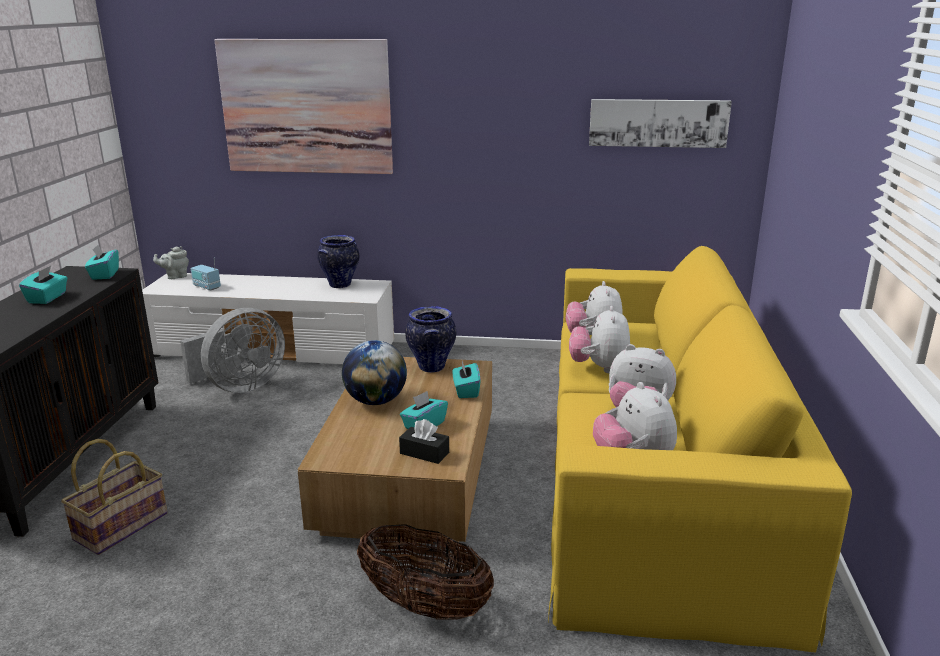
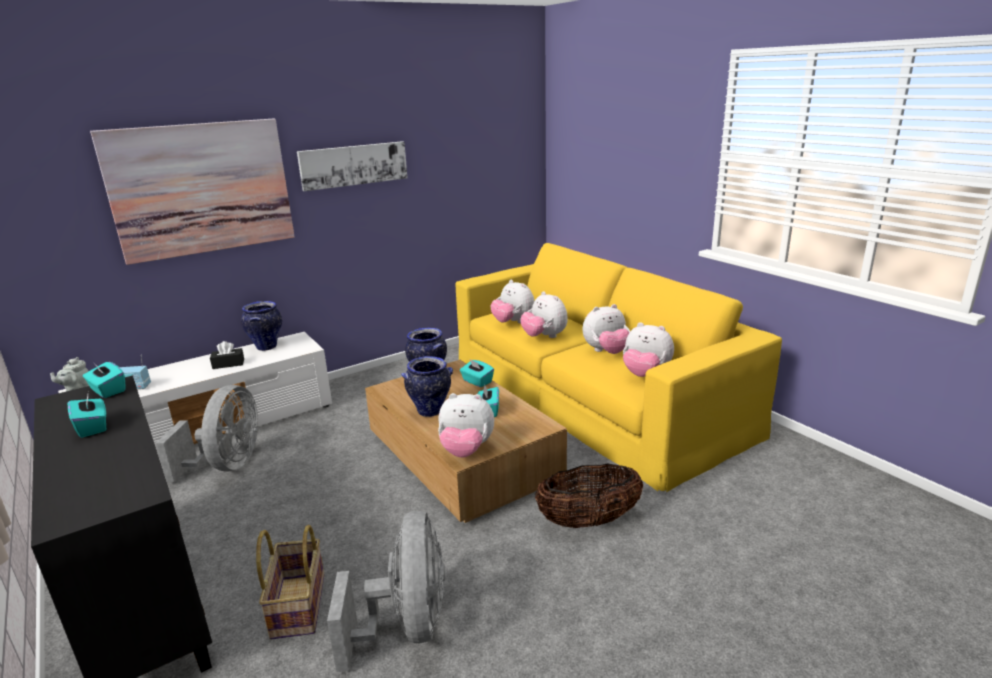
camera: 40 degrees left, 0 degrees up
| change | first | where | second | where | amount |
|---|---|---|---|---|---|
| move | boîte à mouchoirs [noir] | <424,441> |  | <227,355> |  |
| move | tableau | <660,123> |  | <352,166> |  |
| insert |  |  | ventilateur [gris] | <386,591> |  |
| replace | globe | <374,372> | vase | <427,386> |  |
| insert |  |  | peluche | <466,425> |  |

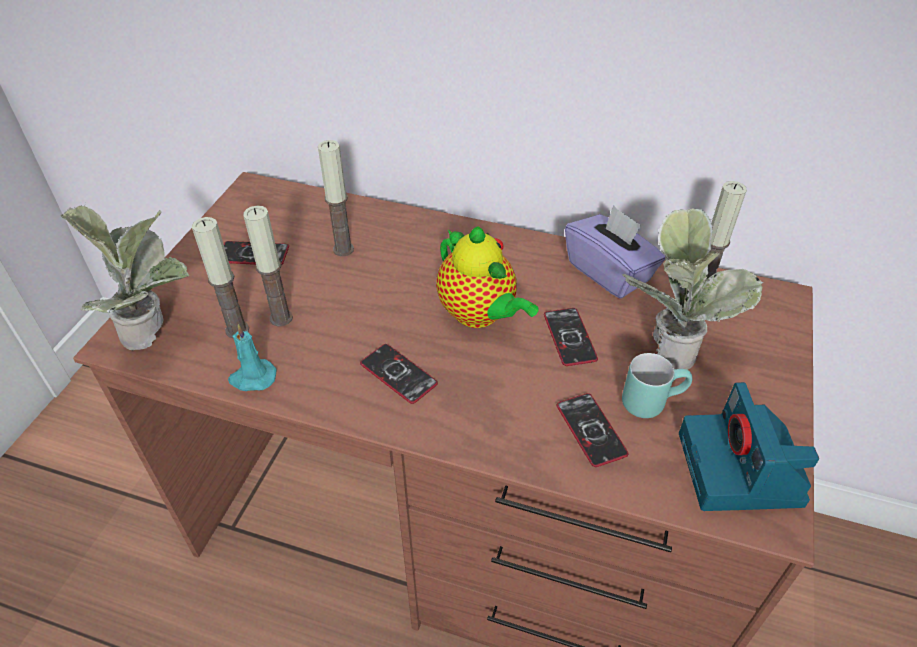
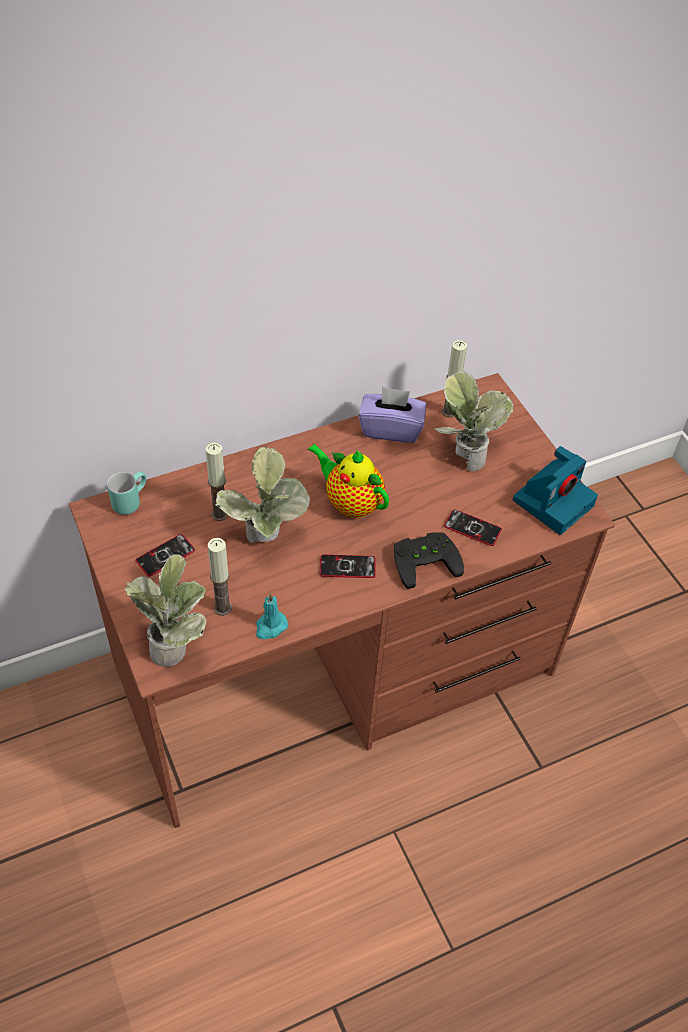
camera: 45 degrees left, 5 degrees up
| change | first | where | second | where | amount |
|---|---|---|---|---|---|
| move | mug [turquoise] | <657,385> |  | <126,493> |  |
| insert |  |  | plante en pot | <263,495> |  |
| rotate | théière | <487,277> |  | <348,481> | 150 degrees counterclockwise |
| insert |  |  | manette [noir] | <429,560> |  |
| rotate | appareil photo | <749,446> |  | <555,490> | 90 degrees counterclockwise |
| delete | bougie | <268,266> |  |  |  |
| delete | téléphone | <571,337> |  |  |  |

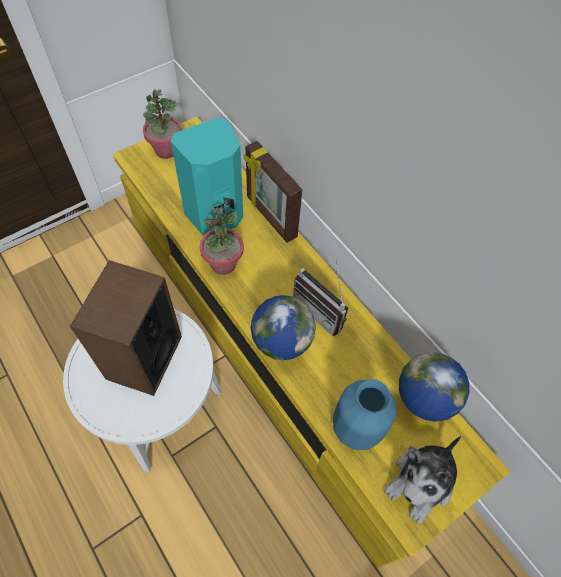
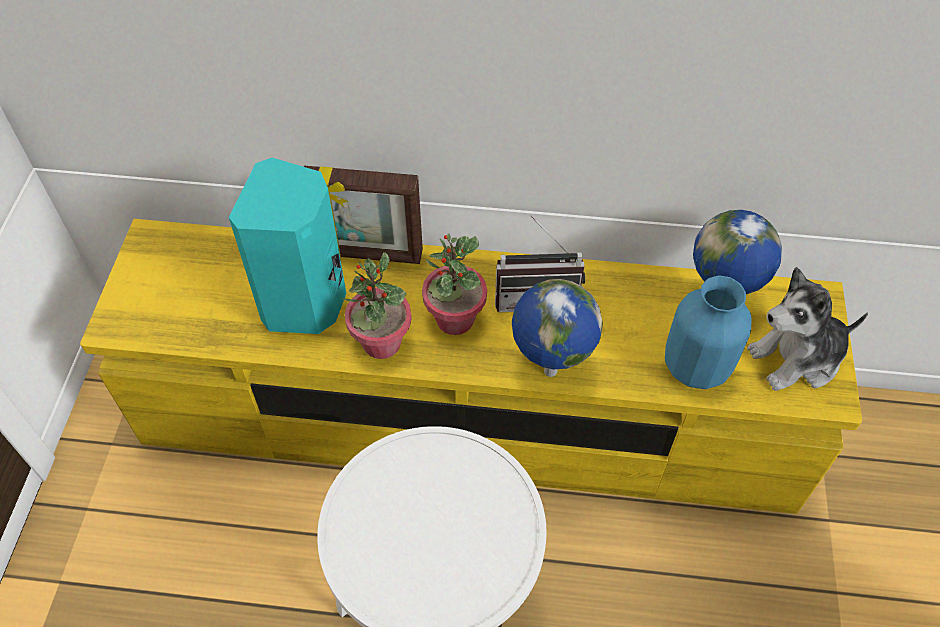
camera: 45 degrees left, 5 degrees down
| change | first | where | second | where | amount |
|---|---|---|---|---|---|
| move | plante en pot | <162,124> |  | <454,284> |  |
| rotate | peluche | <422,480> |  | <807,329> | 75 degrees clockwise |
| delete | enceinte | <126,328> |  |  |  |

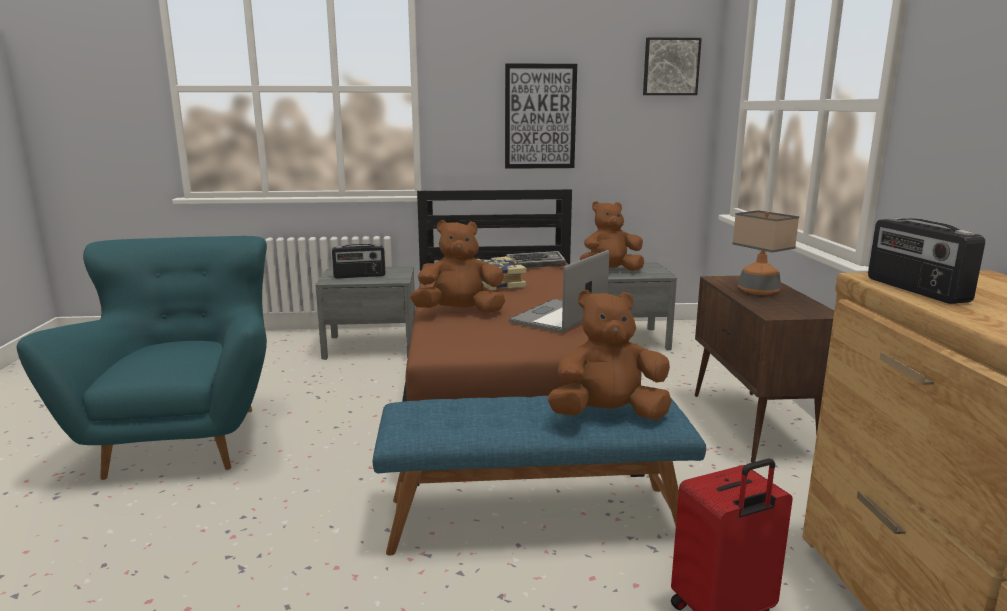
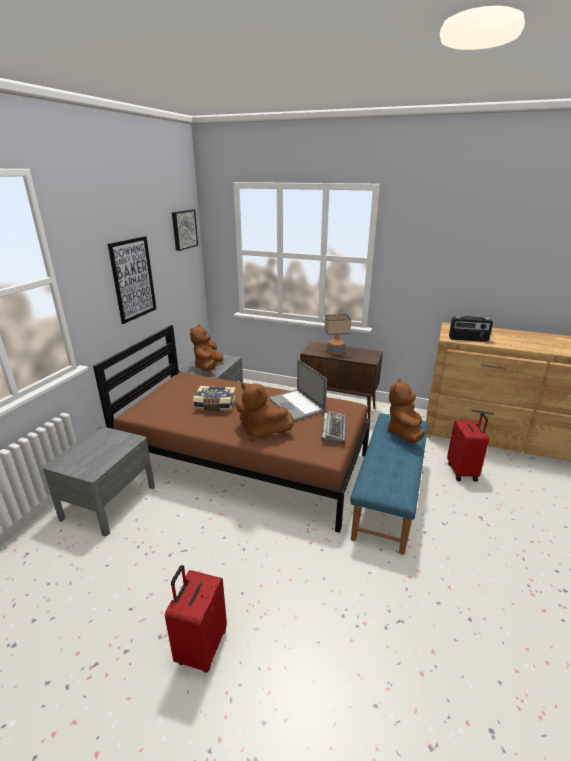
camera: 65 degrees left, 10 degrees up
| change | first | where | second | where | amount |
|---|---|---|---|---|---|
| replace | fauteuil [turquoise] | <142,358> | valise [rouge] | <196,618> |  |
| rotate | peluche [marron] | <457,266> |  | <265,412> | 75 degrees counterclockwise |
| move | clavier | <535,259> |  | <333,428> |  |
| delete | radio | <358,261> |  |  |  |

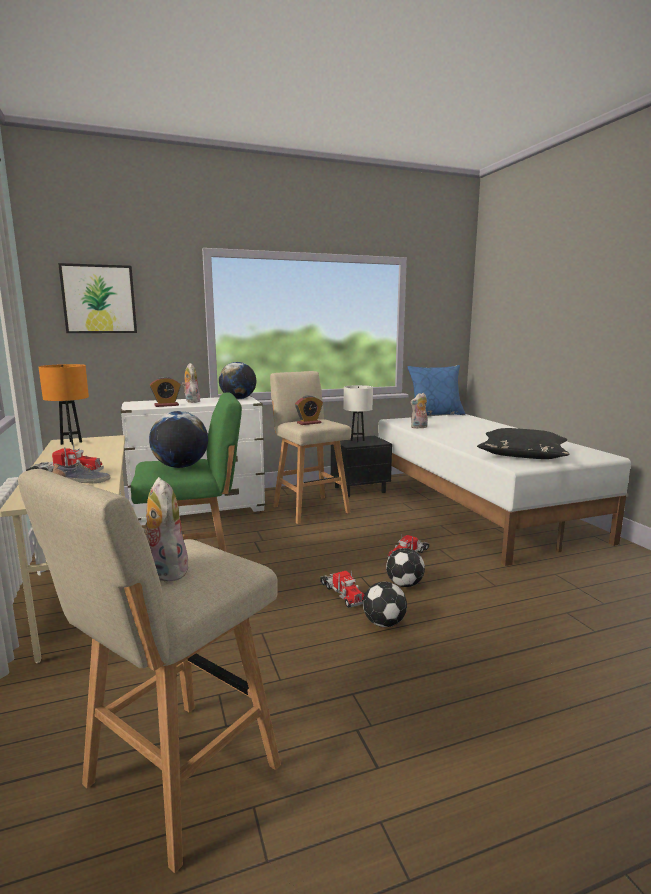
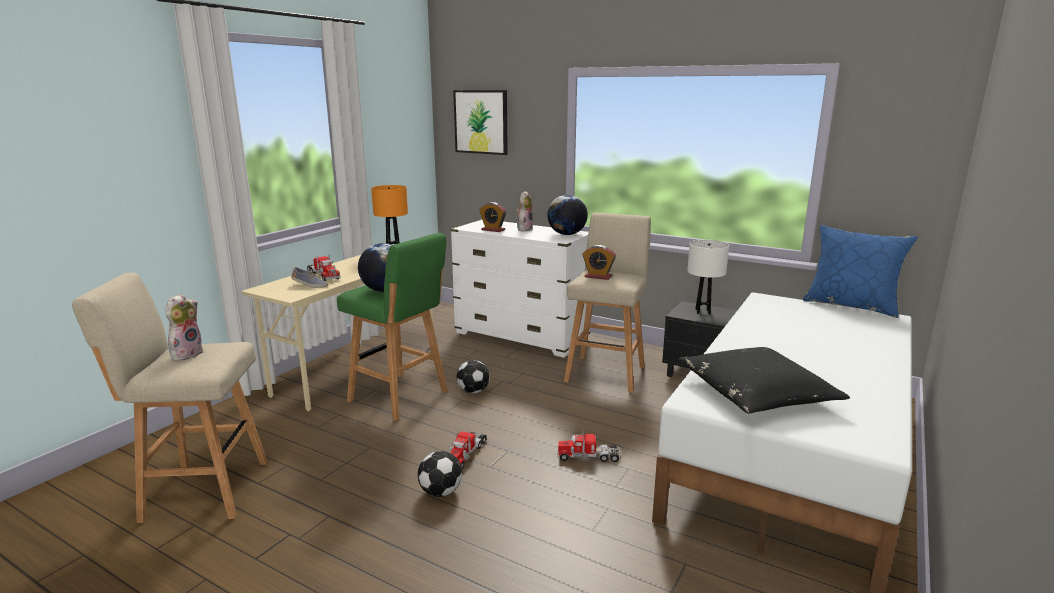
camera: 50 degrees right, 5 degrees up
| change | first | where | second | where | amount |
|---|---|---|---|---|---|
| move | ballon de foot | <405,567> |  | <473,376> |  |
| delete | peluche | <419,411> |  |  |  |

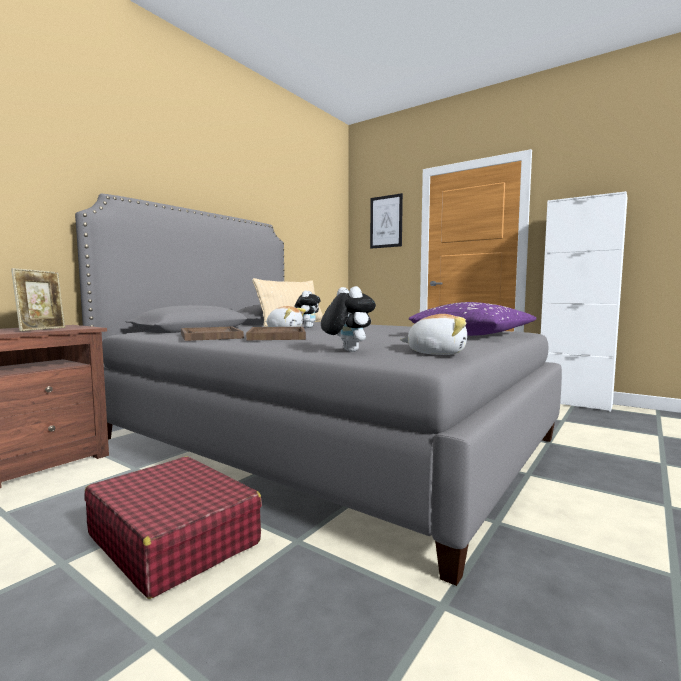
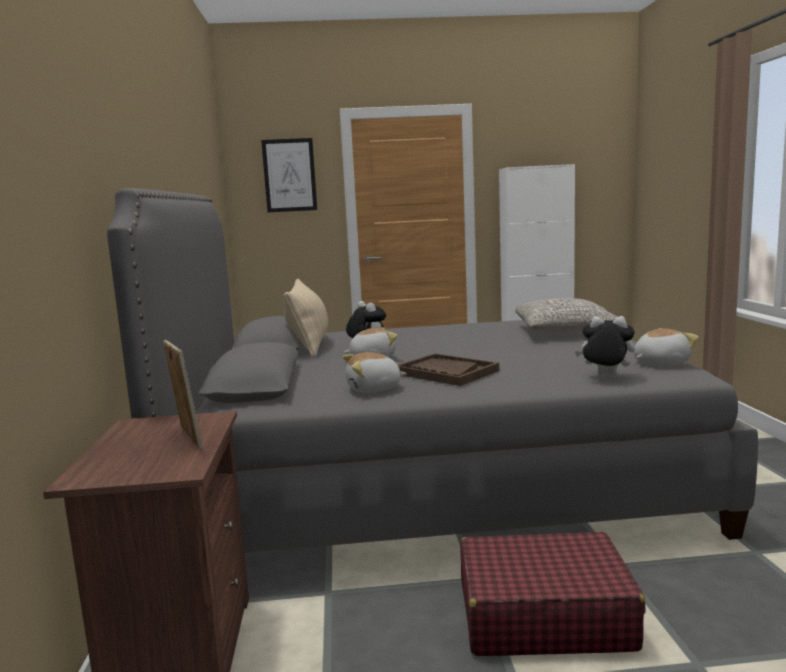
camera: 40 degrees left, 5 degrees up
| change | first | where | second | where | amount |
|---|---|---|---|---|---|
| replace | plateau [marron] | <212,334> | peluche | <375,372> |  |
| recolor | coussin [violet] | <473,319> | coussin [gris] | <566,316> |  |

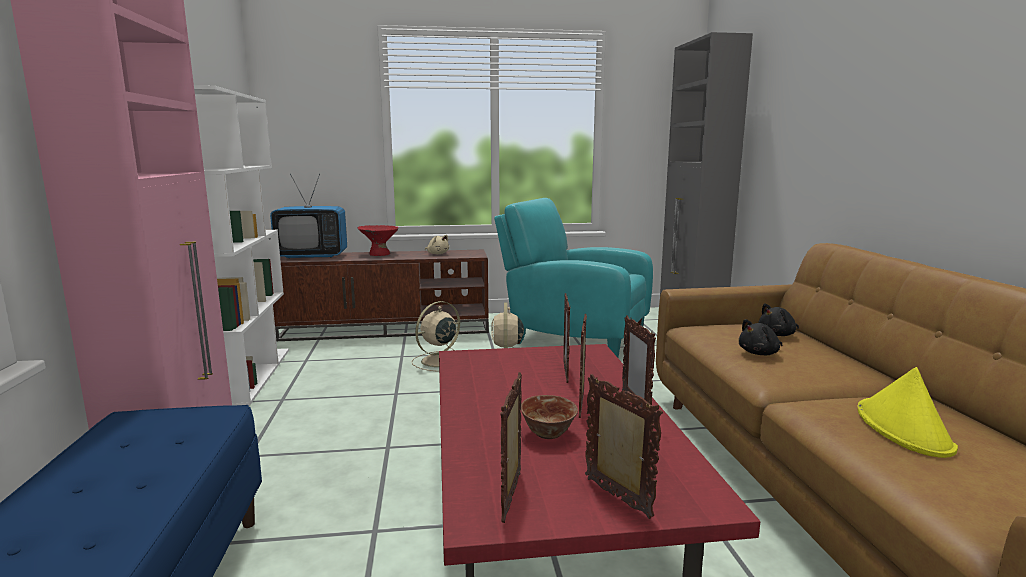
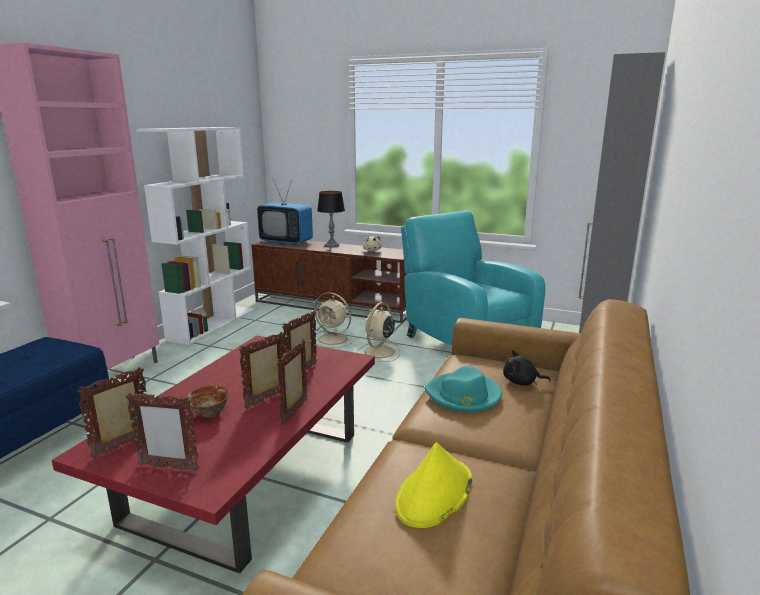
camera: 30 degrees right, 5 degrees up
| change | first | where | second | where | amount |
|---|---|---|---|---|---|
| rotate | cadre photo | <624,446> |  | <162,432> | 105 degrees clockwise |
| rotate | ventilateur [beige] | <435,336> |  | <335,320> | 135 degrees counterclockwise |
| replace | bol [rouge] | <378,240> | lampe de table | <331,219> |  |
| replace | peluche [noir] | <760,337> | chapeau [turquoise] | <463,389> |  |

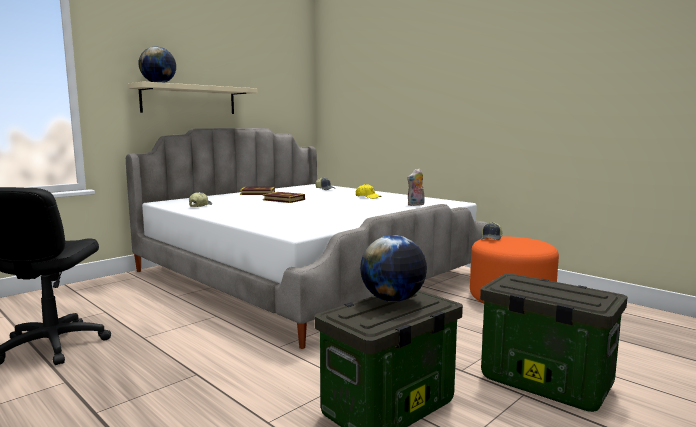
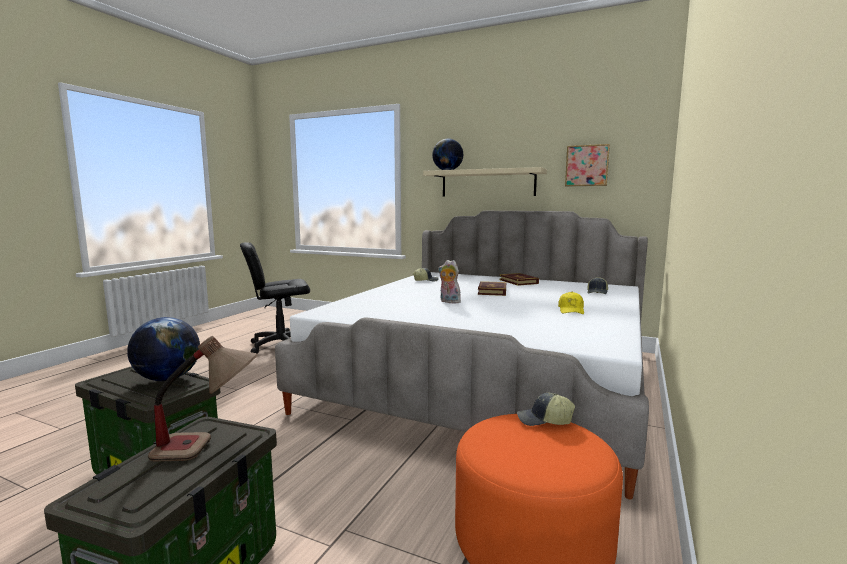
camera: 70 degrees right, 0 degrees up
| change | first | where | second | where | amount |
|---|---|---|---|---|---|
| insert |  |  | lampe de table | <203,398> |  |
| move | peluche | <416,187> |  | <449,282> |  |
| insert |  |  | tableau | <587,165> |  |

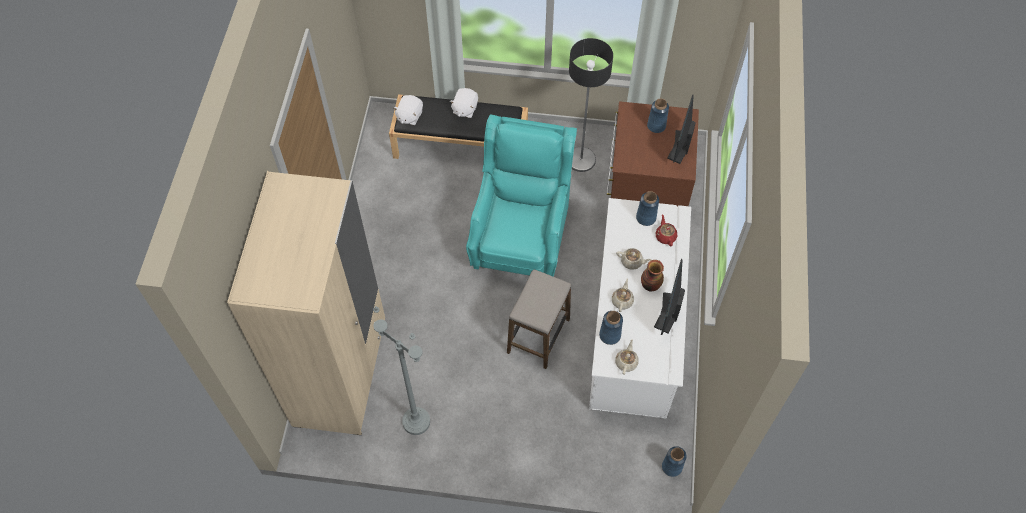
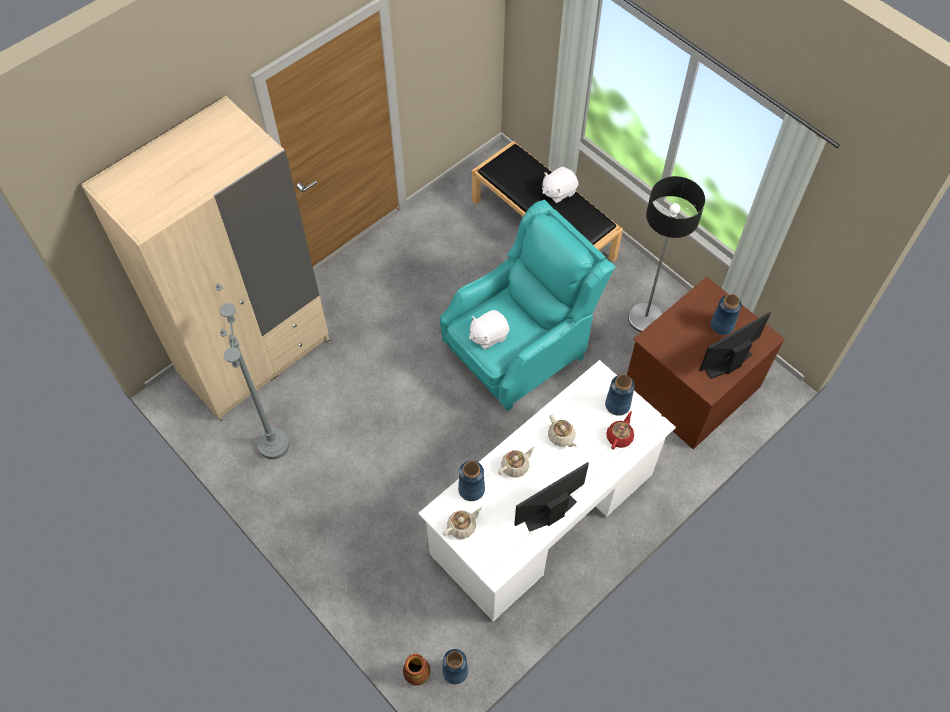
camera: 40 degrees right, 0 degrees up
| change | first | where | second | where | amount |
|---|---|---|---|---|---|
| move | vase | <652,275> |  | <416,669> |  |
| move | peluche [blanc] | <408,110> |  | <489,329> |  |
| delete | tabouret | <539,319> |  |  |  |

